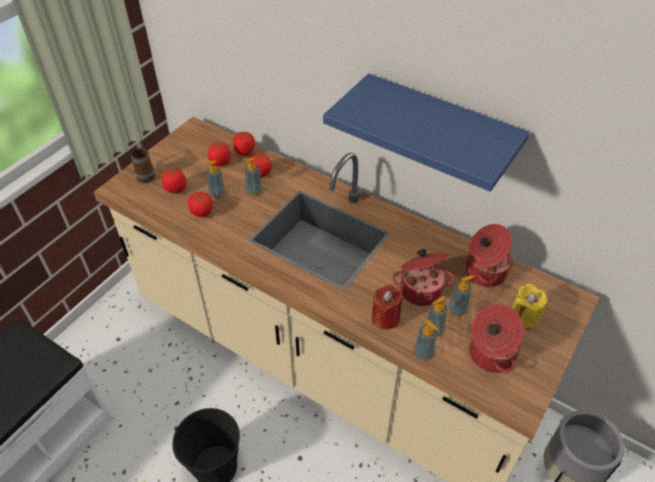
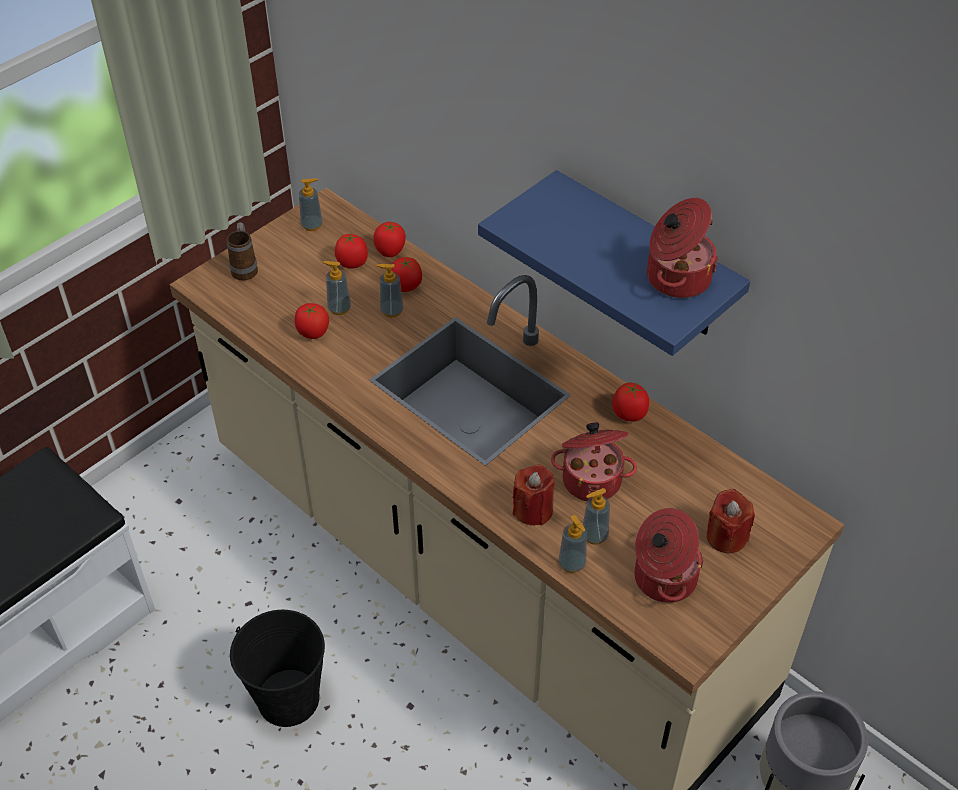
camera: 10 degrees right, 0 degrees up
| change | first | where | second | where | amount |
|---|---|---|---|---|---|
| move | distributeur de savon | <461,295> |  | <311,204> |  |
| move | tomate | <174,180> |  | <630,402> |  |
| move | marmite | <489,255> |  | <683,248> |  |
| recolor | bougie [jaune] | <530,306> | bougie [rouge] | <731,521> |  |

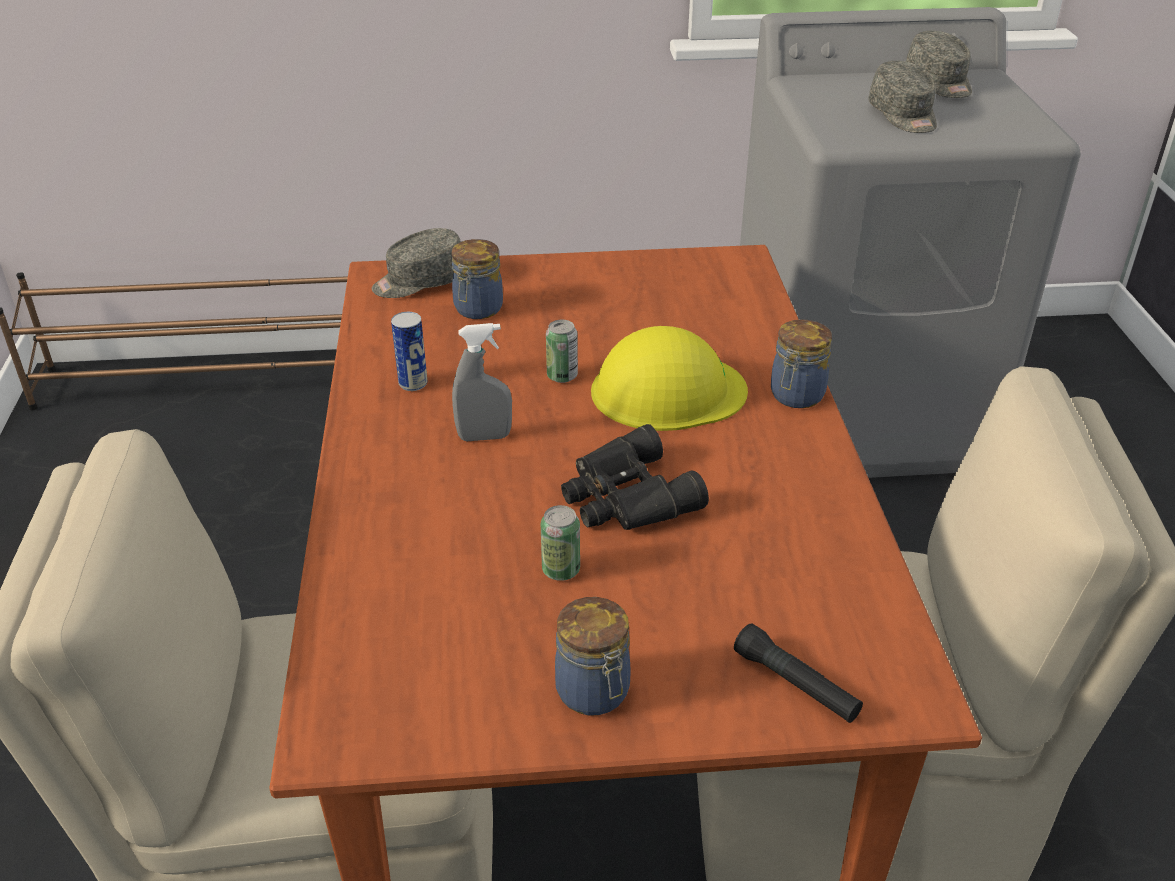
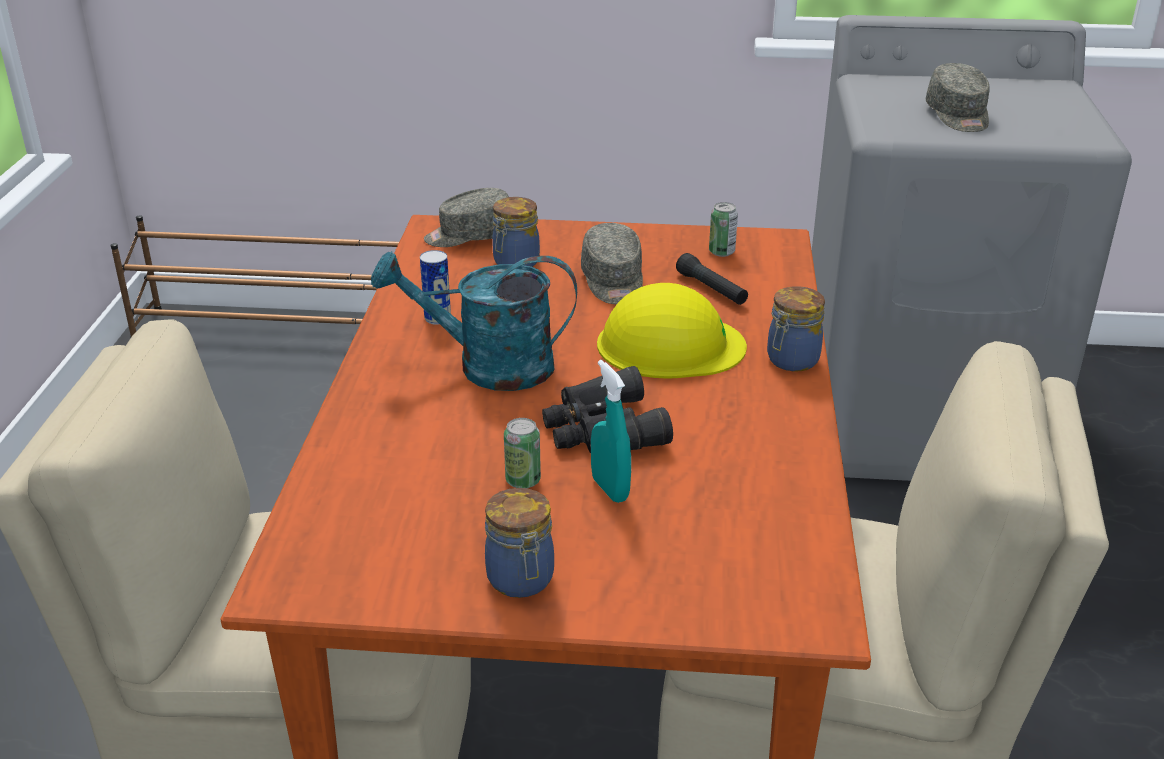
camera: 10 degrees right, 5 degrees down
| change | first | where | second | where | amount |
|---|---|---|---|---|---|
| replace | vaporisateur [gris] | <482,382> | arrosoir [turquoise] | <474,321> |  |
| move | casquette [gris] | <939,64> |  | <612,263> |  |
| insert |  |  | vaporisateur [turquoise] | <611,431> |  |
| move | lampe de poche [noir] | <798,673> |  | <712,279> |  |
| move | boîte métallique | <562,351> |  | <723,229> |  |

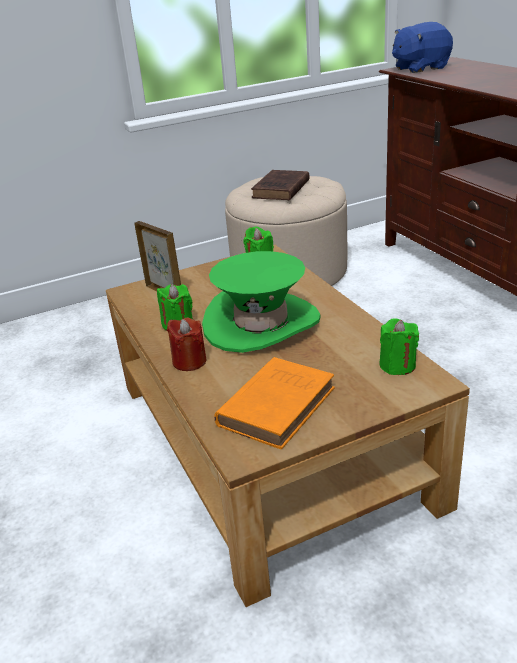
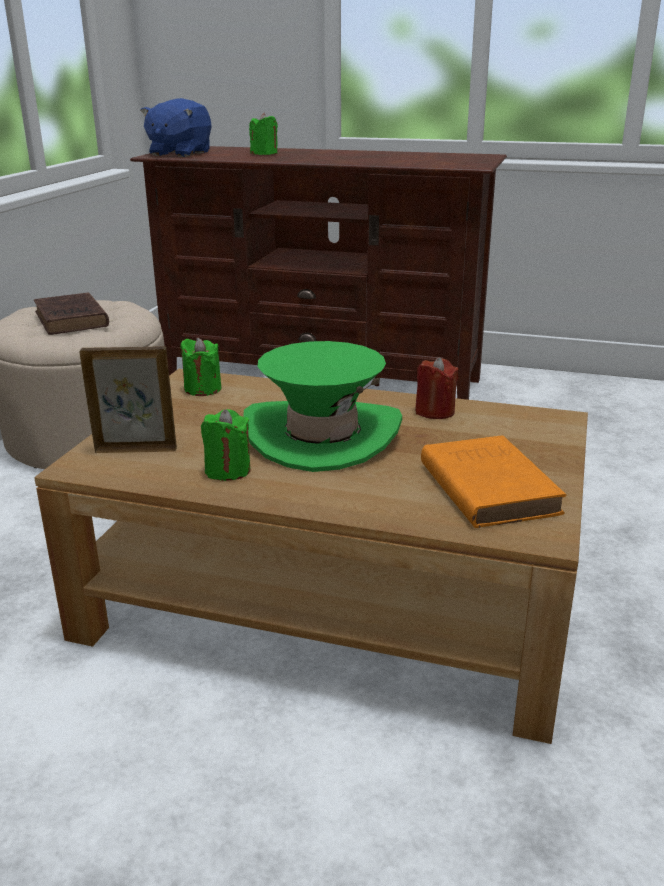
camera: 50 degrees left, 5 degrees down
| change | first | where | second | where | amount |
|---|---|---|---|---|---|
| move | bougie [vert] | <399,347> |  | <263,134> |  |
| move | bougie [rouge] | <186,344> |  | <436,388> |  |

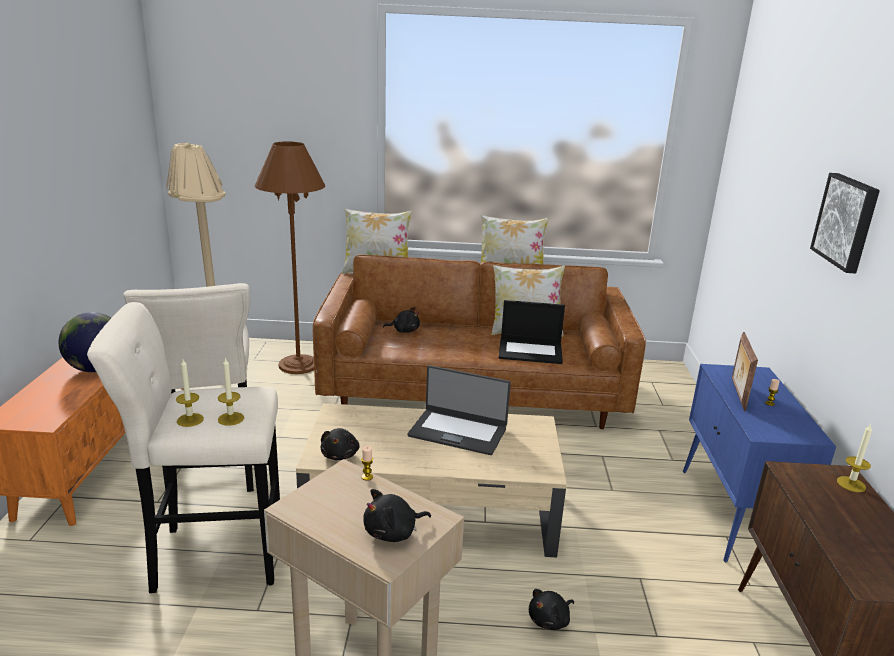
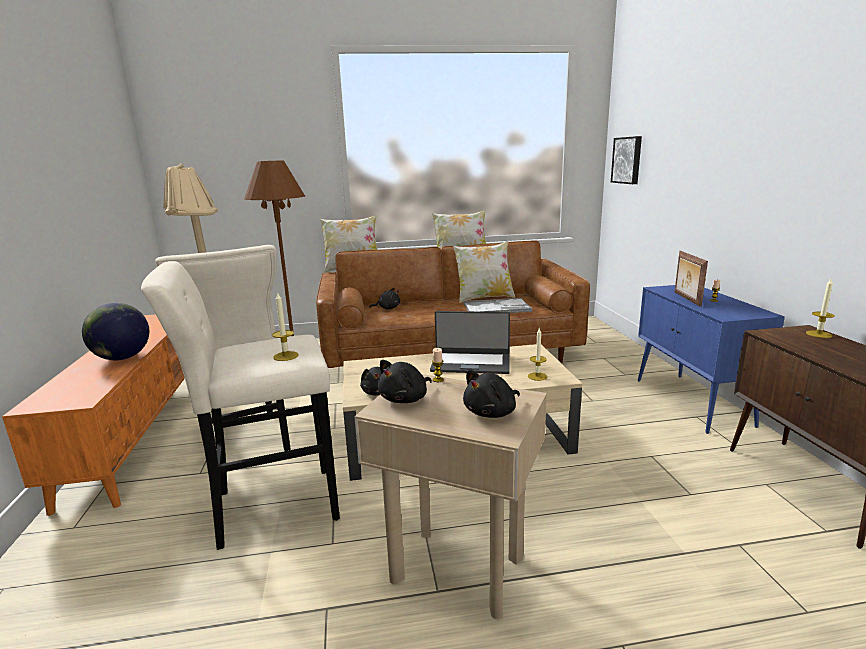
camera: 10 degrees left, 5 degrees down
| change | first | where | second | where | amount |
|---|---|---|---|---|---|
| move | peluche [noir] | <551,609> |  | <405,381> |  |
| replace | ordinateur portable | <532,332> | plateau | <497,305> |  |
| move | bougie | <190,393> |  | <537,354> |  |
| move | tableau | <845,223> |  | <626,160> |  |

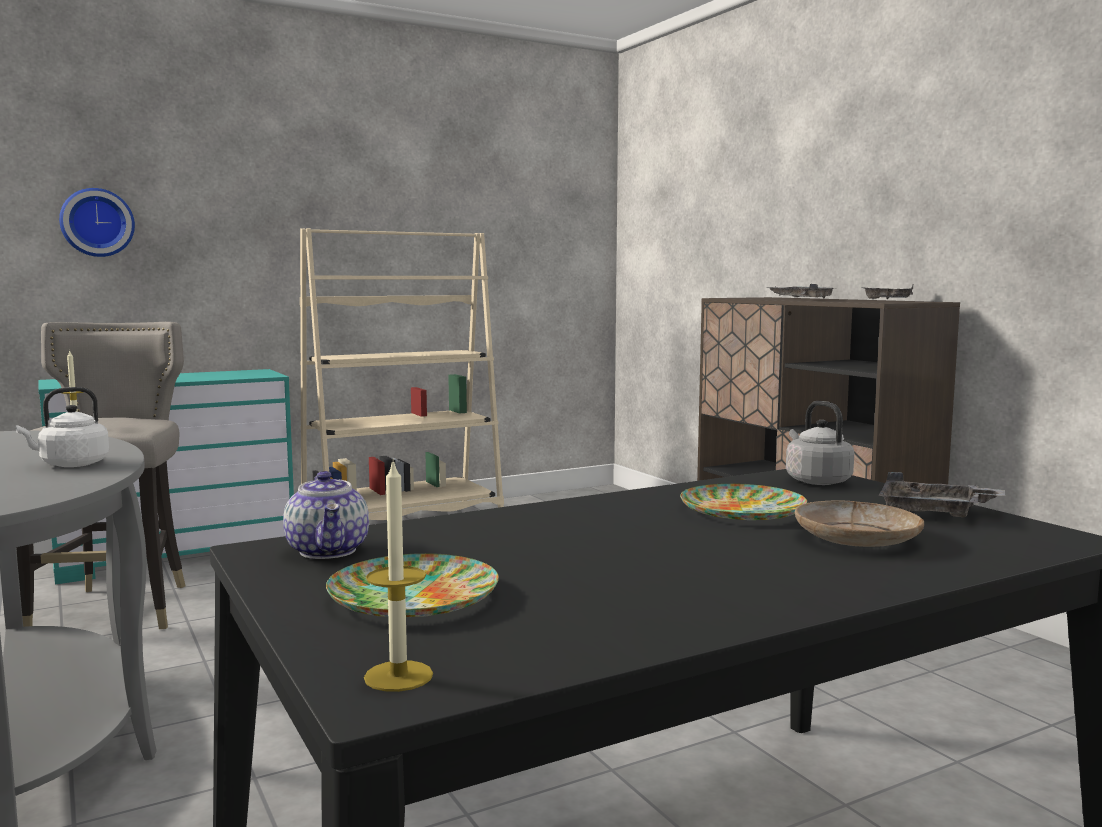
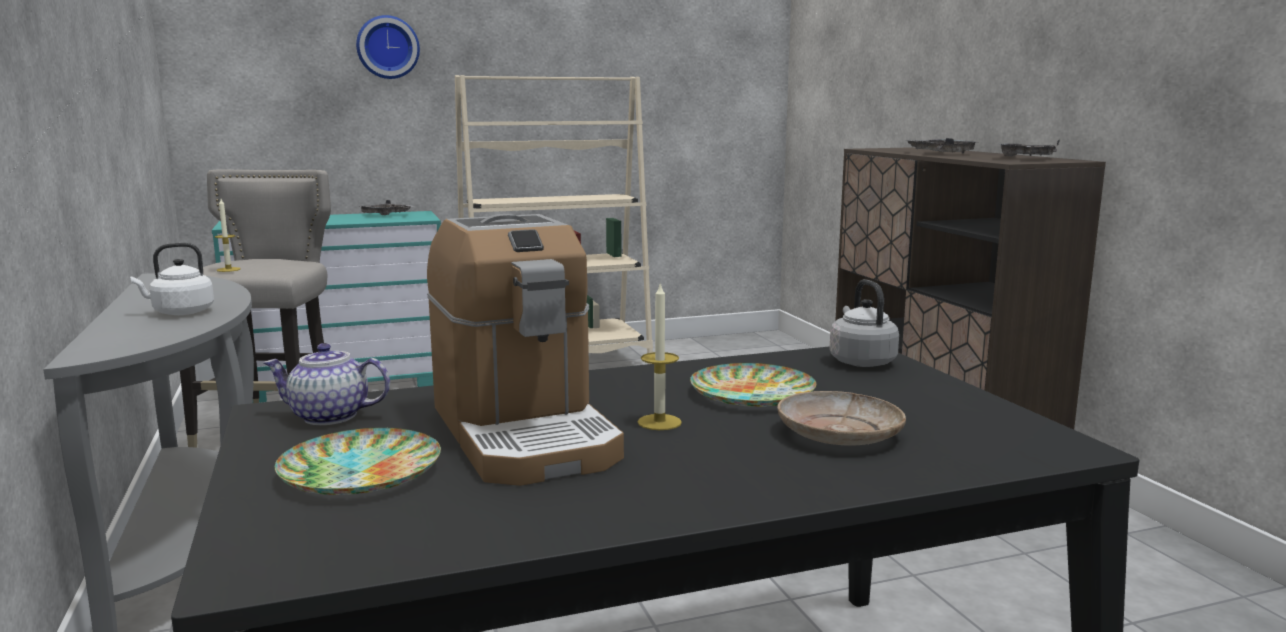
camera: 10 degrees right, 5 degrees up
| change | first | where | second | where | amount |
|---|---|---|---|---|---|
| rotate | théière | <326,515> |  | <326,384> | 105 degrees clockwise |
| move | horloge murale | <97,222> |  | <388,47> |  |
| move | plateau [gris] | <941,495> |  | <387,207> |  |
| insert |  |  | machine à café | <525,350> |  |
| move | bougie | <398,575> |  | <660,356> |  |

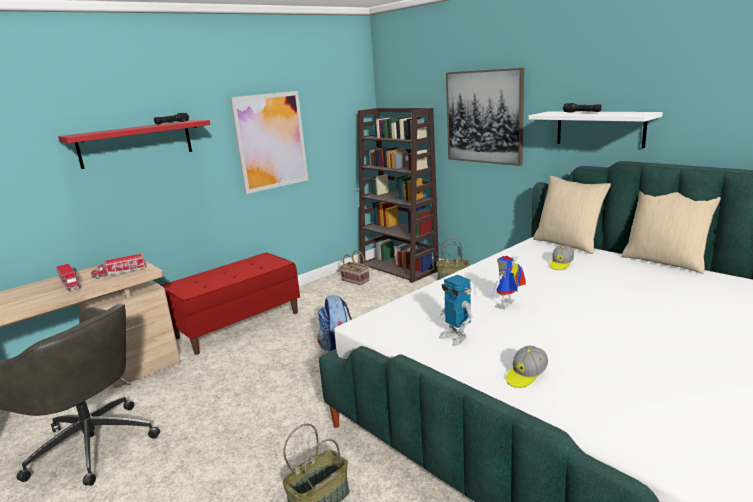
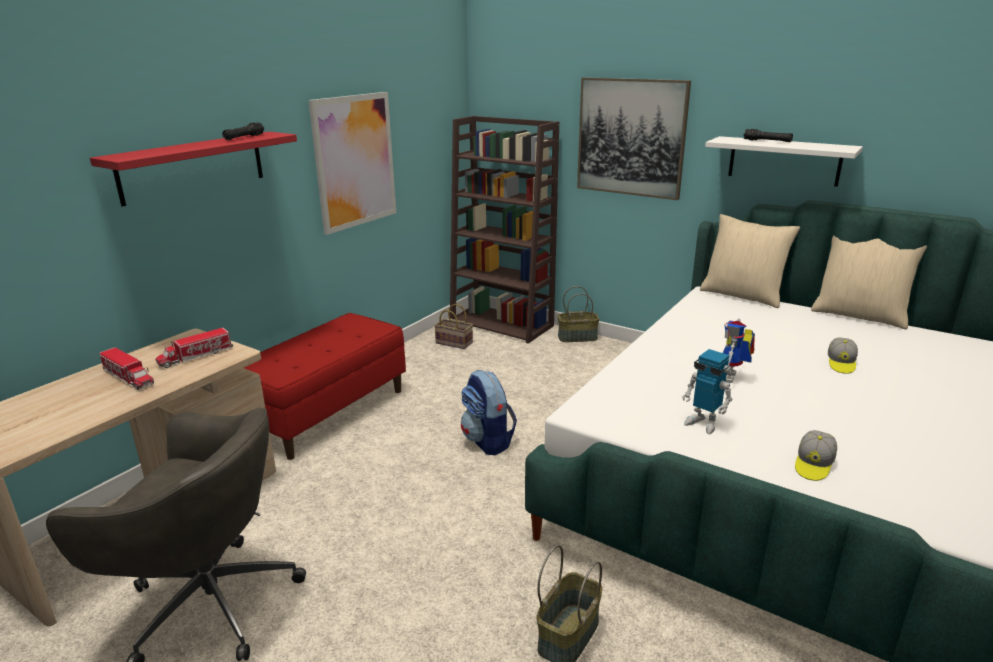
camera: 15 degrees left, 5 degrees up
| change | first | where | second | where | amount |
|---|---|---|---|---|---|
| move | casquette | <562,257> |  | <843,356> |  |

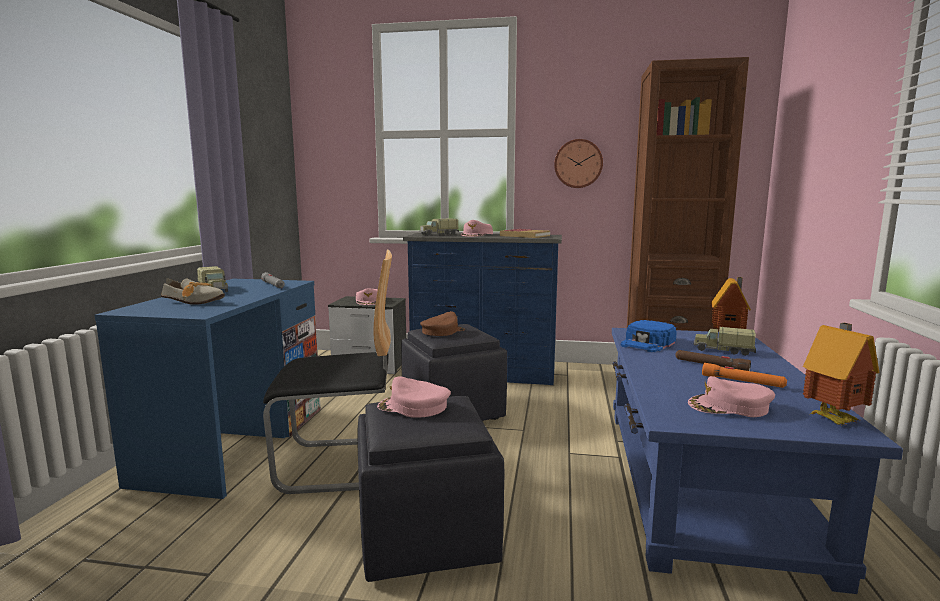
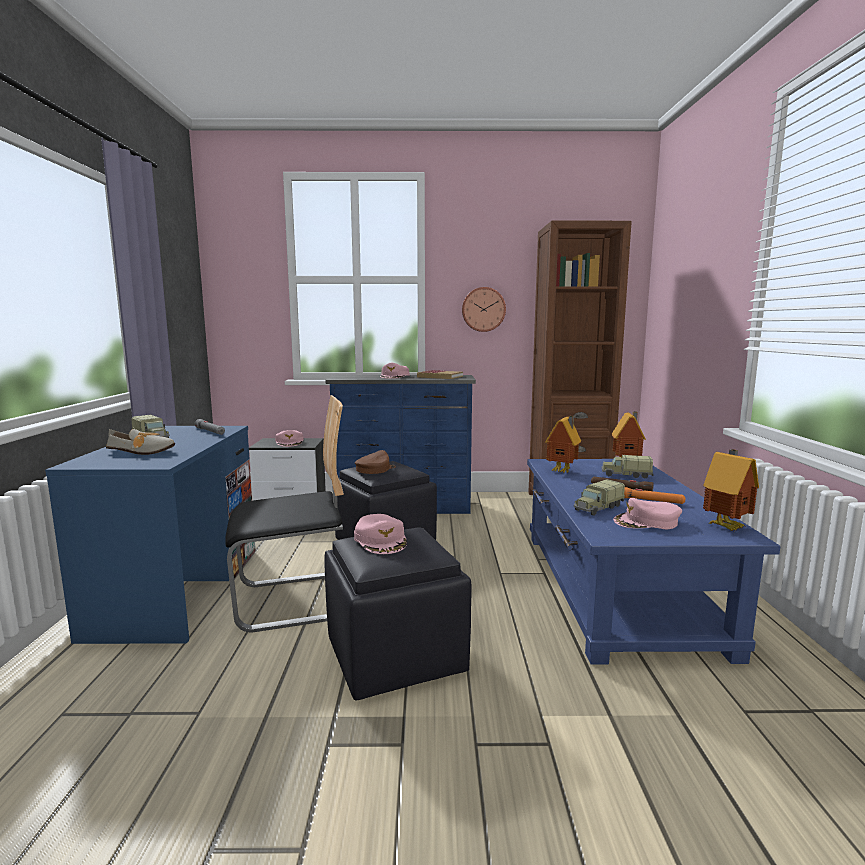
camera: 10 degrees left, 0 degrees up
| change | first | where | second | where | amount |
|---|---|---|---|---|---|
| rotate | casquette [rose] | <414,397> |  | <380,534> | 120 degrees counterclockwise |
| replace | casquette [bleu] | <648,336> | maison miniature | <563,444> |  |
| move | camion jouet | <439,227> |  | <599,497> |  |

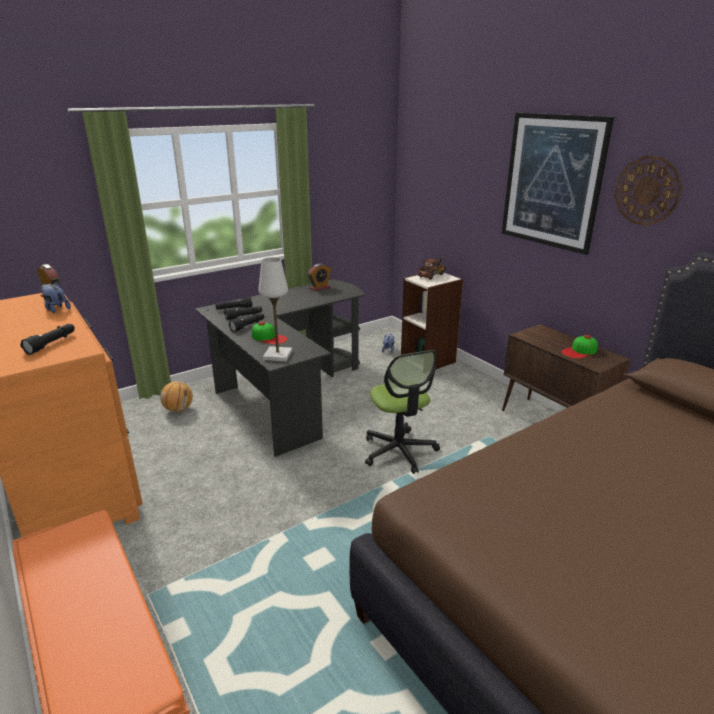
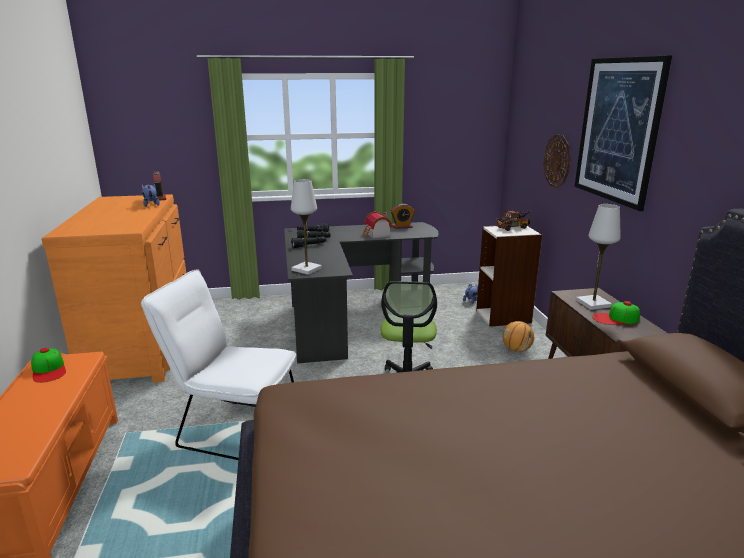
camera: 25 degrees right, 5 degrees down
| change | first | where | second | where | amount |
|---|---|---|---|---|---|
| move | casquette | <270,333> |  | <48,365> |  |
| insert |  |  | chaise [blanc] | <218,364> |  |
| insert |  |  | maison miniature | <377,224> |  |
| move | ballon de basket | <176,396> |  | <518,336> |  |
| move | horloge murale | <648,190> |  | <557,161> |  |
| insert |  |  | lampe de table [blanc] | <598,257> |  |
| delete | lampe de poche [noir] | <47,339> |  |  |  |

